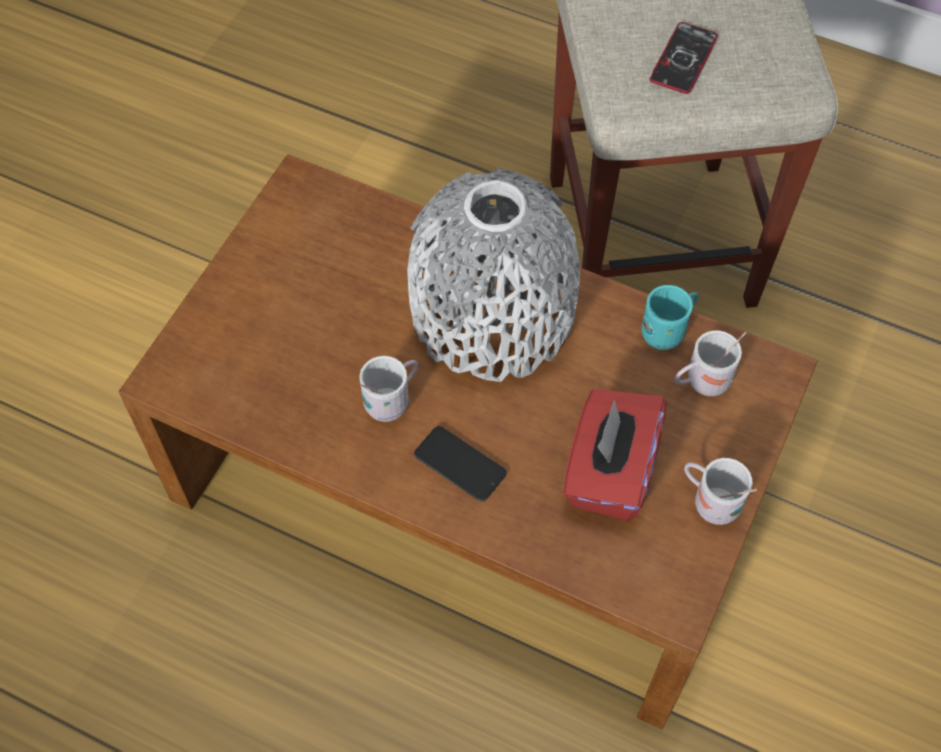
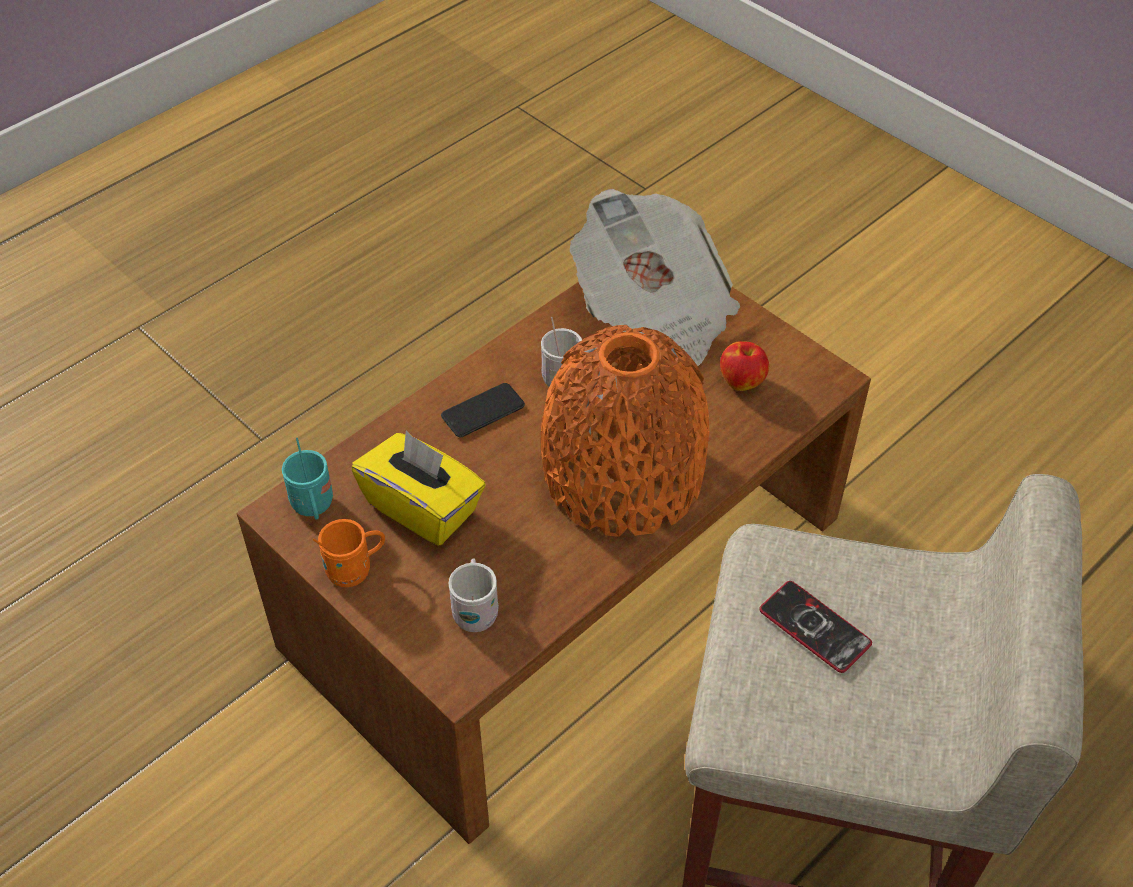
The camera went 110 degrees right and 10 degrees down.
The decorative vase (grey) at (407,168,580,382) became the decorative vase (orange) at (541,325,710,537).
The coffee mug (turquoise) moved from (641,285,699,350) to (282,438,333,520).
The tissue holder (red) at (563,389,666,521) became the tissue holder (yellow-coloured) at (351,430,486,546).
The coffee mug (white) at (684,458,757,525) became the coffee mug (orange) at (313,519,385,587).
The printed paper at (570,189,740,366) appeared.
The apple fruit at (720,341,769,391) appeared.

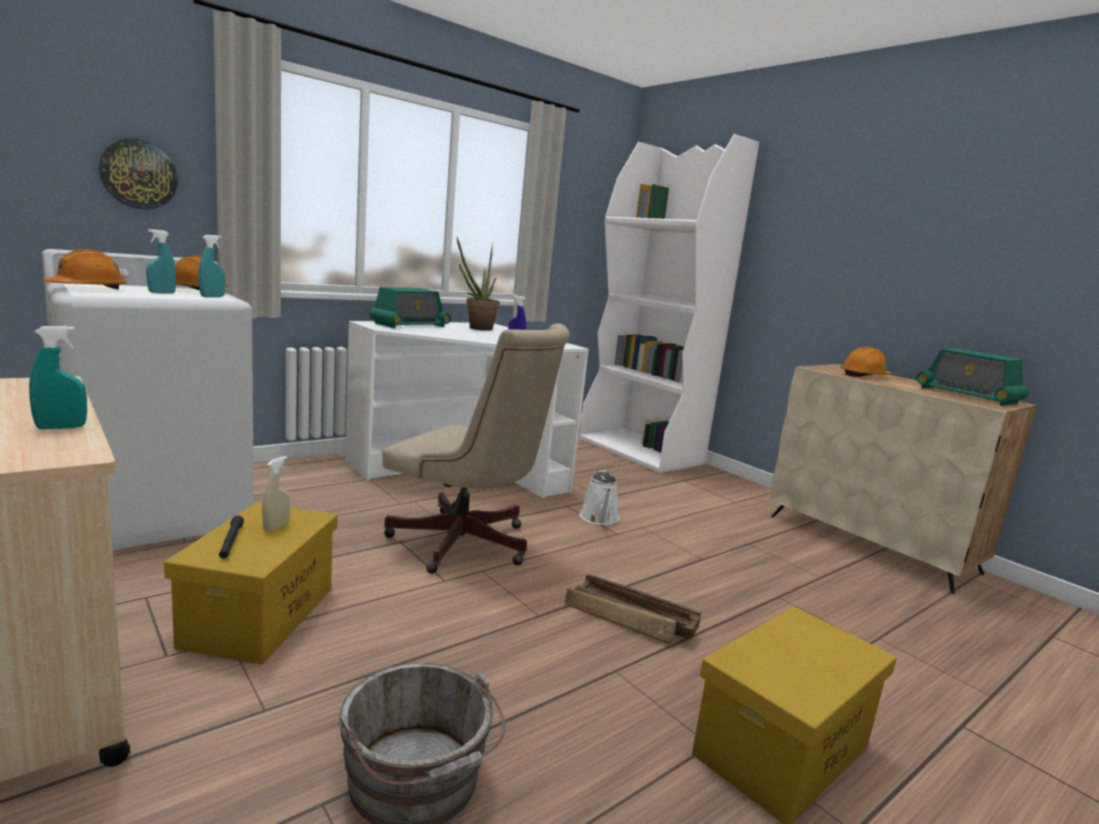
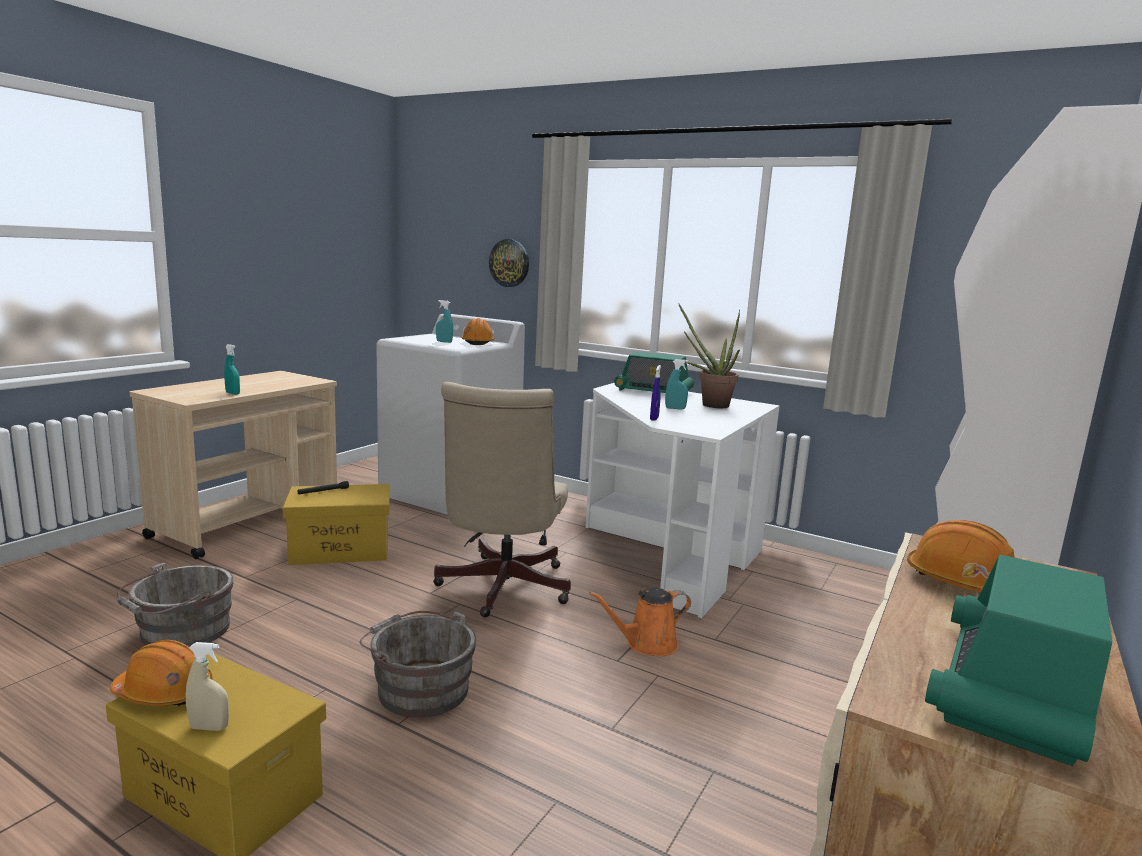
The camera went 70 degrees right and 0 degrees up.
The spray bottle (turquoise) moved from (199,235,226,297) to (665,359,688,410).
The hard hat (orange) moved from (43,249,127,290) to (110,640,213,706).
The spray bottle (beige-coloured) moved from (262,456,290,532) to (186,642,229,731).
The sprinkling can (white) at (580,470,620,525) became the sprinkling can (orange) at (589,588,691,656).
The crate at (565,574,701,645) was replaced by the pail (grey) at (360,611,476,718).

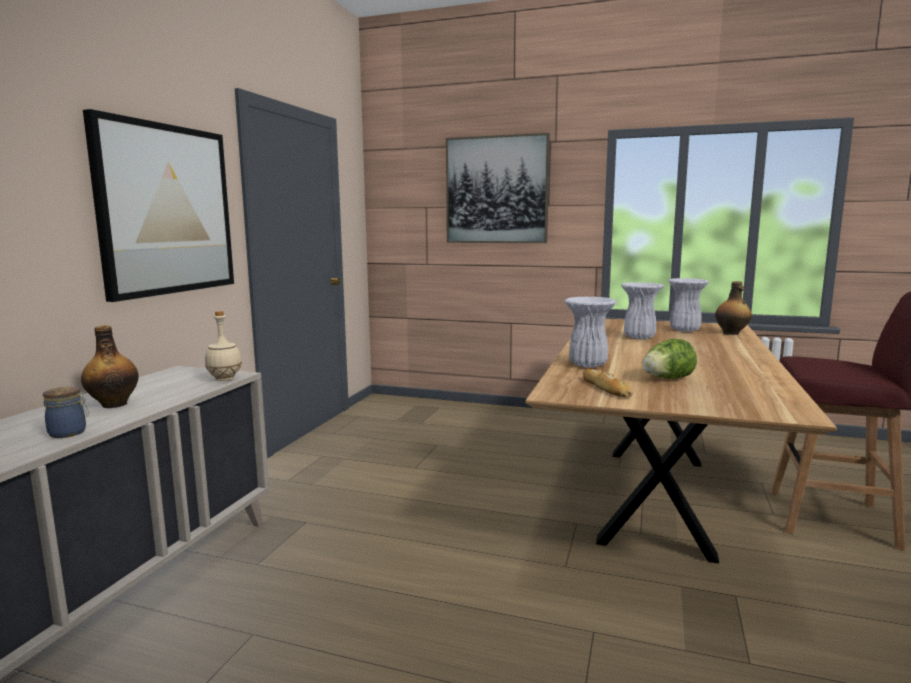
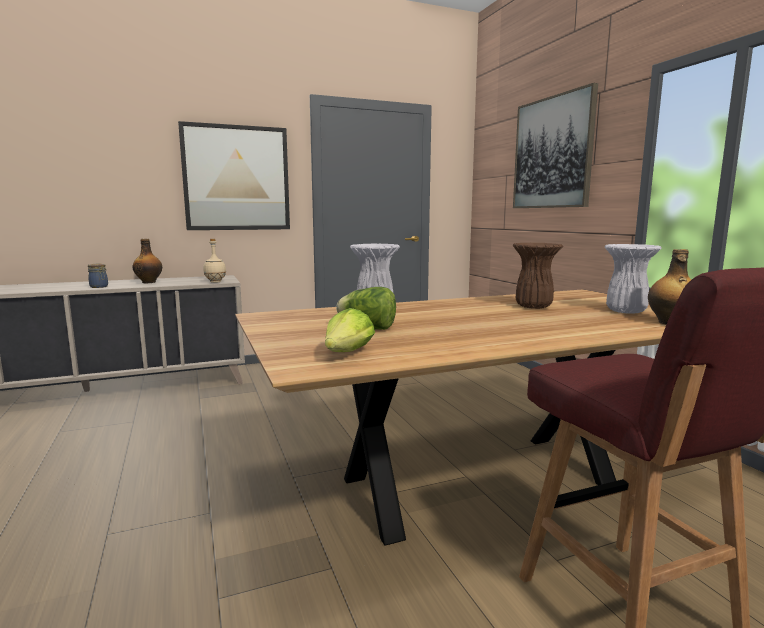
The camera went 50 degrees right and 0 degrees up.
The decorative vase (white) at (621,282,664,339) became the decorative vase (brown-coloured) at (513,243,563,309).
The baked bread at (583,369,633,398) disappeared.
The head of lettuce at (325,308,375,352) appeared.

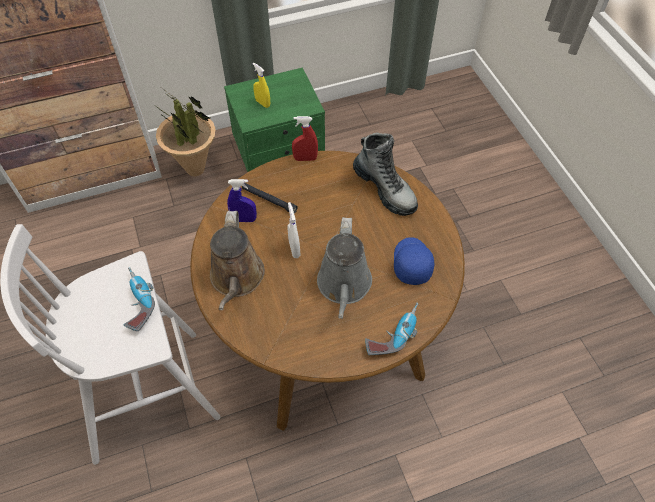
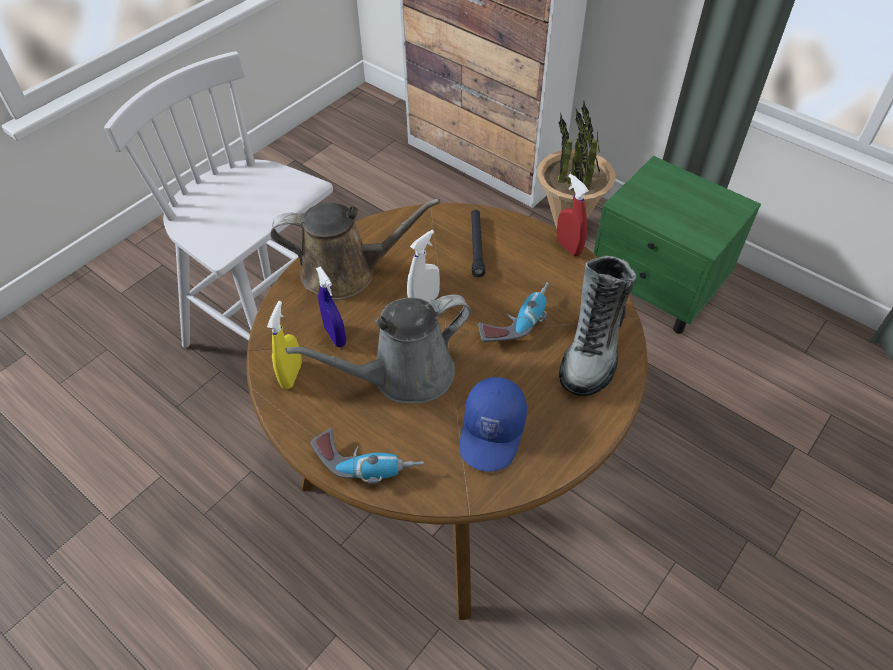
The camera went 60 degrees right and 5 degrees down.
The spray bottle (yellow-coloured) moved from (252,63,270,108) to (267,301,302,389).
The spray bottle (bluish) moved from (227,179,257,222) to (316,266,346,347).
The sprinkling can (brown-coloured) at (210,211,265,310) turned 150 degrees counterclockwise.
The peaked cap (bluish) at (394,237,434,285) turned 135 degrees clockwise.
The power drill moved from (123,267,155,331) to (479,282,549,342).

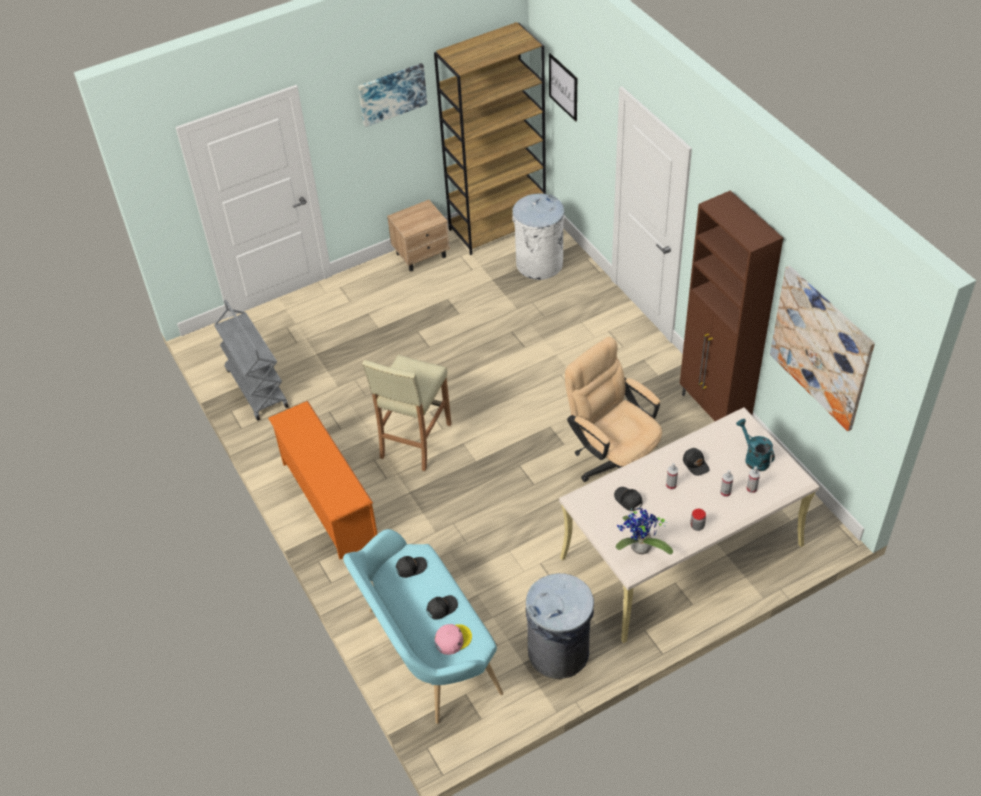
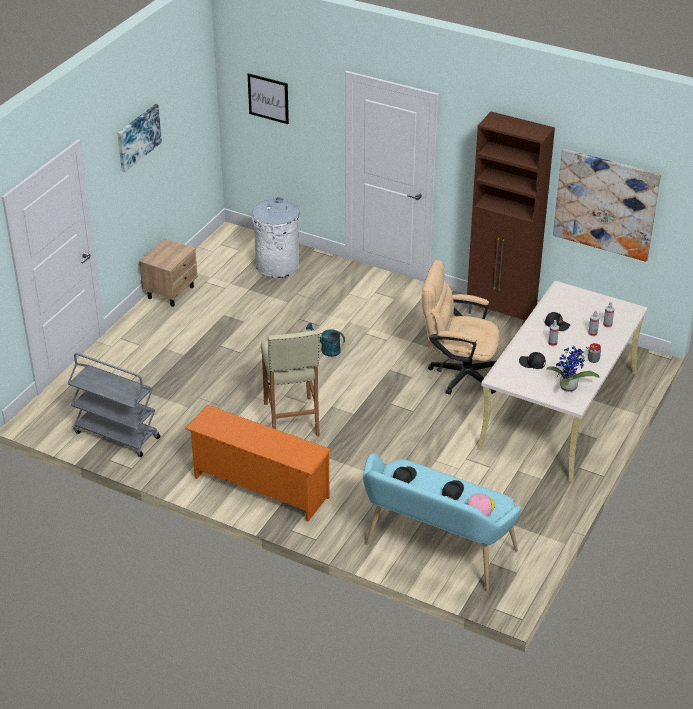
The camera went 35 degrees left and 10 degrees down.
The bookcase (brown-coloured) at (434,22,546,255) disappeared.
The sprinkling can (turquoise) moved from (736,419,775,471) to (306,323,345,357).
The trash can (grey) at (526,573,594,679) disappeared.

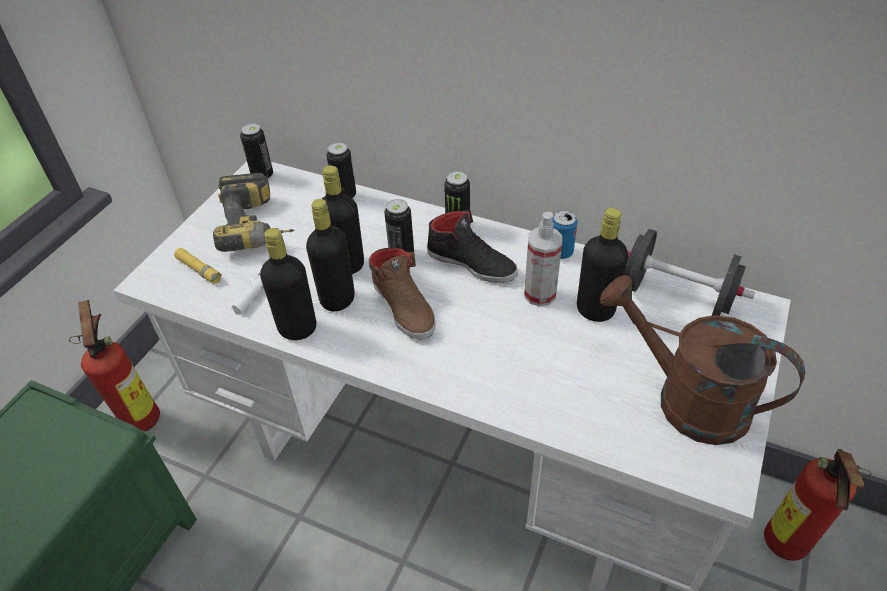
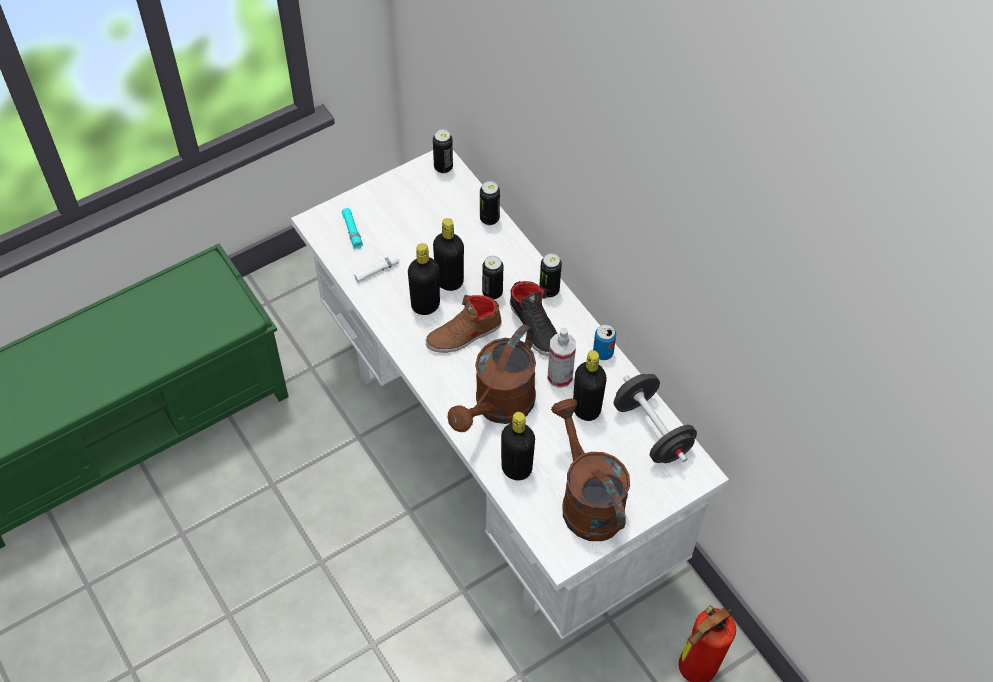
The camera went 30 degrees right and 10 degrees up.
The power drill at (213,173,294,252) disappeared.
The drink bottle (blackish) moved from (260,228,316,340) to (501,412,535,480).
The torch (yellow-coloured) at (174,248,222,284) became the torch (turquoise) at (342,208,363,249).
The low shoe (brown-coloured) at (369,248,435,340) turned 60 degrees clockwise.
The fire extinguisher at (69,300,160,432) disappeared.
The sprinkling can (brown-coloured) at (448,324,536,432) appeared.

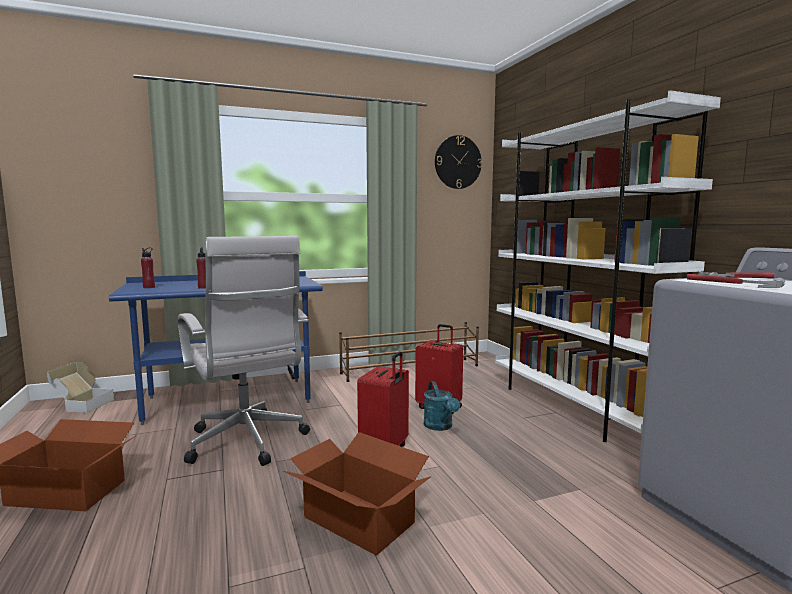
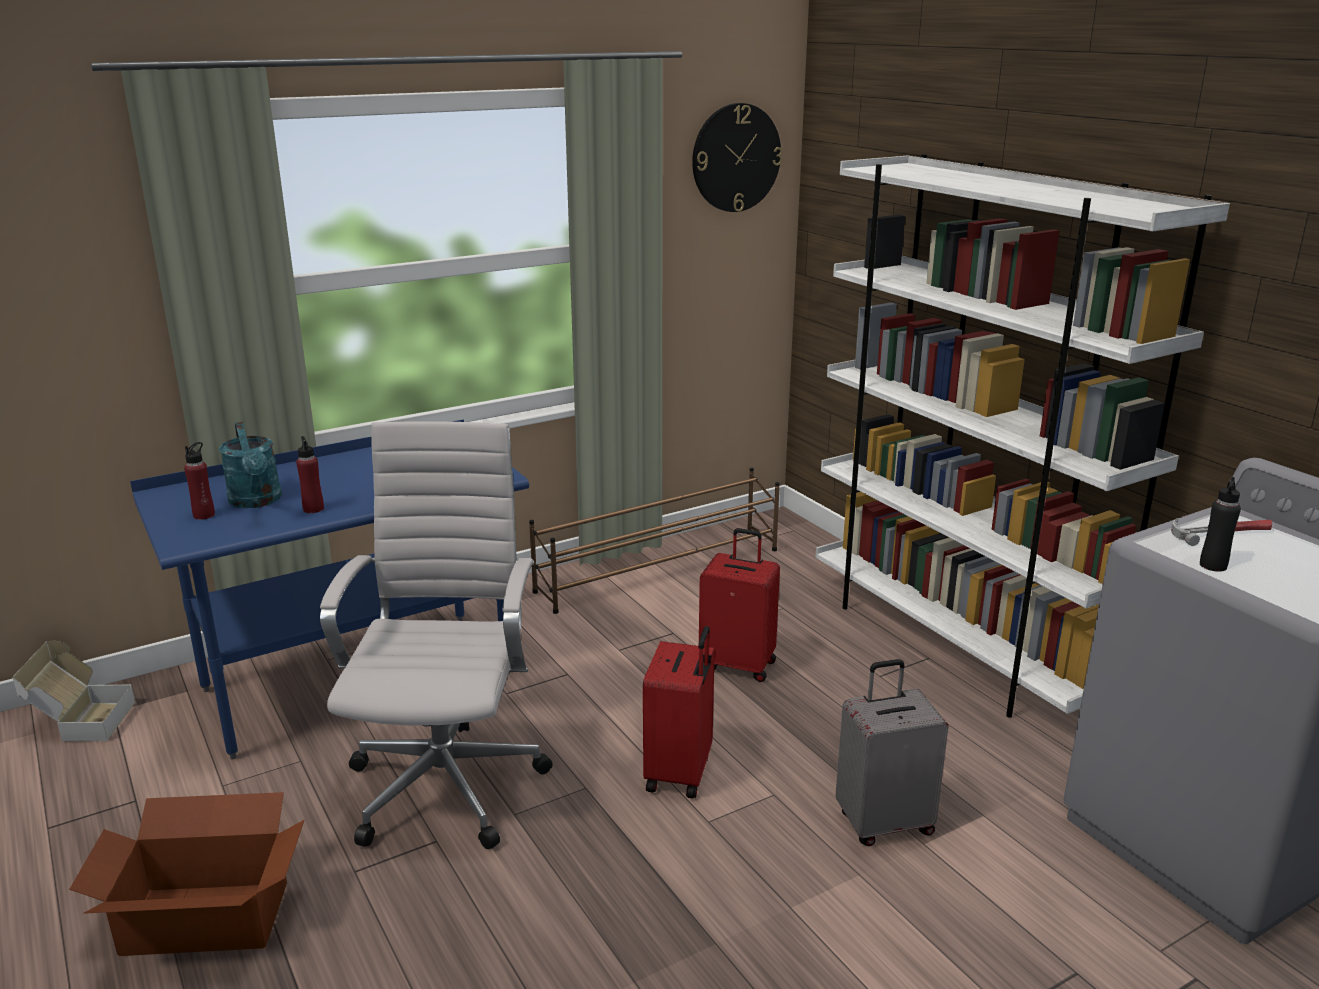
The camera went 10 degrees left and 15 degrees up.
The computer chair (white) at (178,236,310,466) turned 135 degrees counterclockwise.
The tool hammer at (687,274,785,288) was replaced by the drink bottle (blackish) at (1200,477,1241,572).
The sprinkling can (turquoise) moved from (424,381,460,431) to (219,422,282,508).
The packing box at (283,432,430,555) disappeared.
The travel case (grey) at (835,659,949,846) appeared.

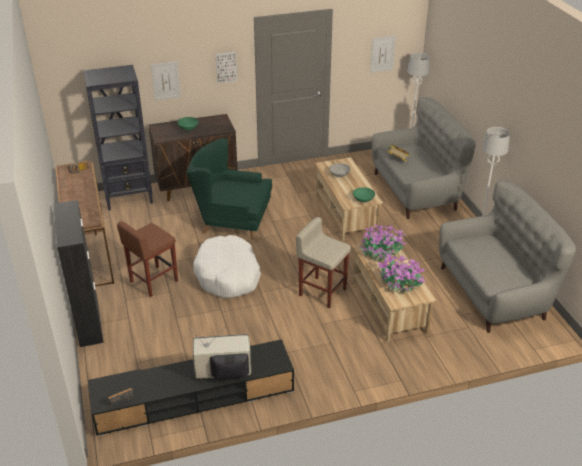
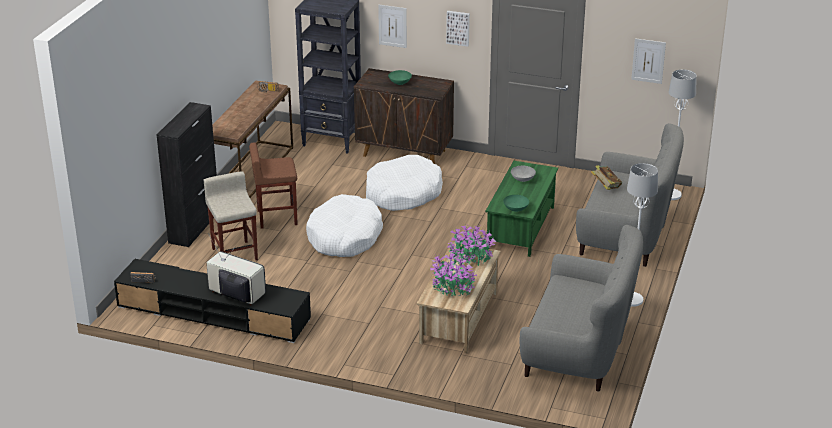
The camera went 35 degrees right and 5 degrees down.
The armchair (greenish) at (187,138,272,239) was replaced by the dog cushion (white) at (366,155,443,211).
The low table (beige-coloured) at (315,157,383,241) became the low table (greenish) at (486,161,558,257).
The stool (beige-coloured) moved from (296,217,351,308) to (204,172,258,260).

